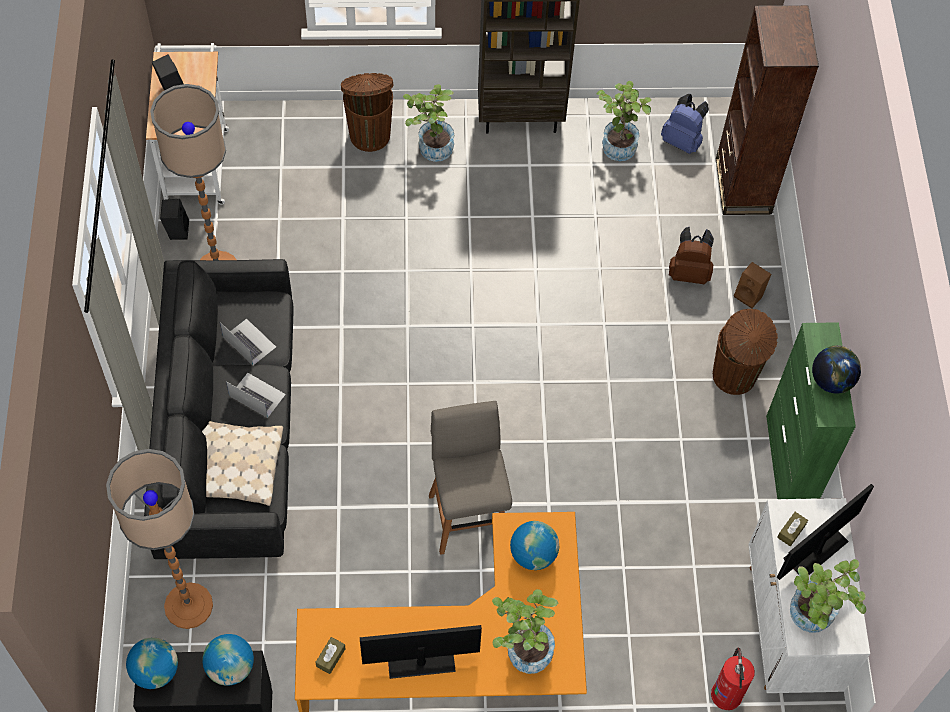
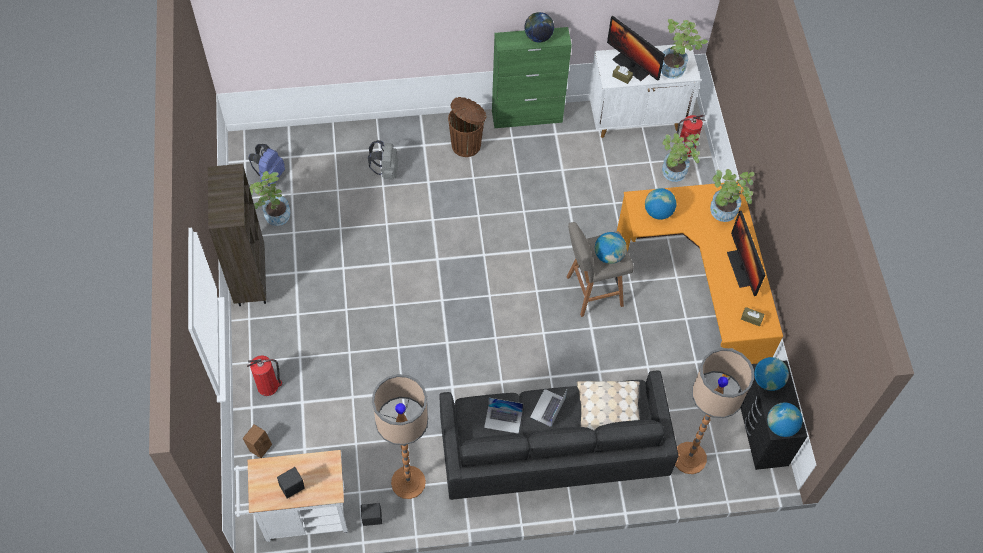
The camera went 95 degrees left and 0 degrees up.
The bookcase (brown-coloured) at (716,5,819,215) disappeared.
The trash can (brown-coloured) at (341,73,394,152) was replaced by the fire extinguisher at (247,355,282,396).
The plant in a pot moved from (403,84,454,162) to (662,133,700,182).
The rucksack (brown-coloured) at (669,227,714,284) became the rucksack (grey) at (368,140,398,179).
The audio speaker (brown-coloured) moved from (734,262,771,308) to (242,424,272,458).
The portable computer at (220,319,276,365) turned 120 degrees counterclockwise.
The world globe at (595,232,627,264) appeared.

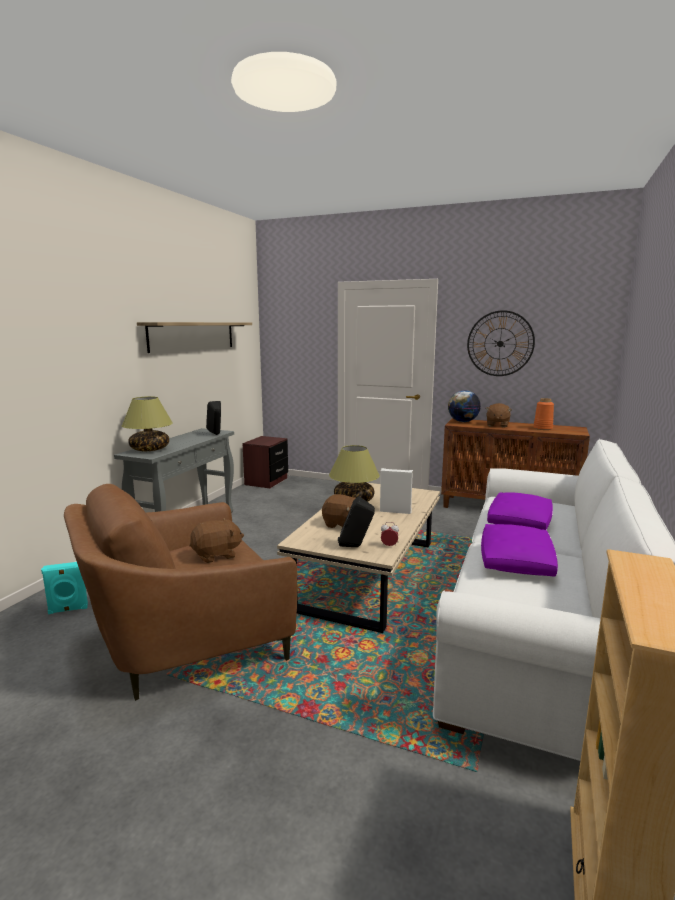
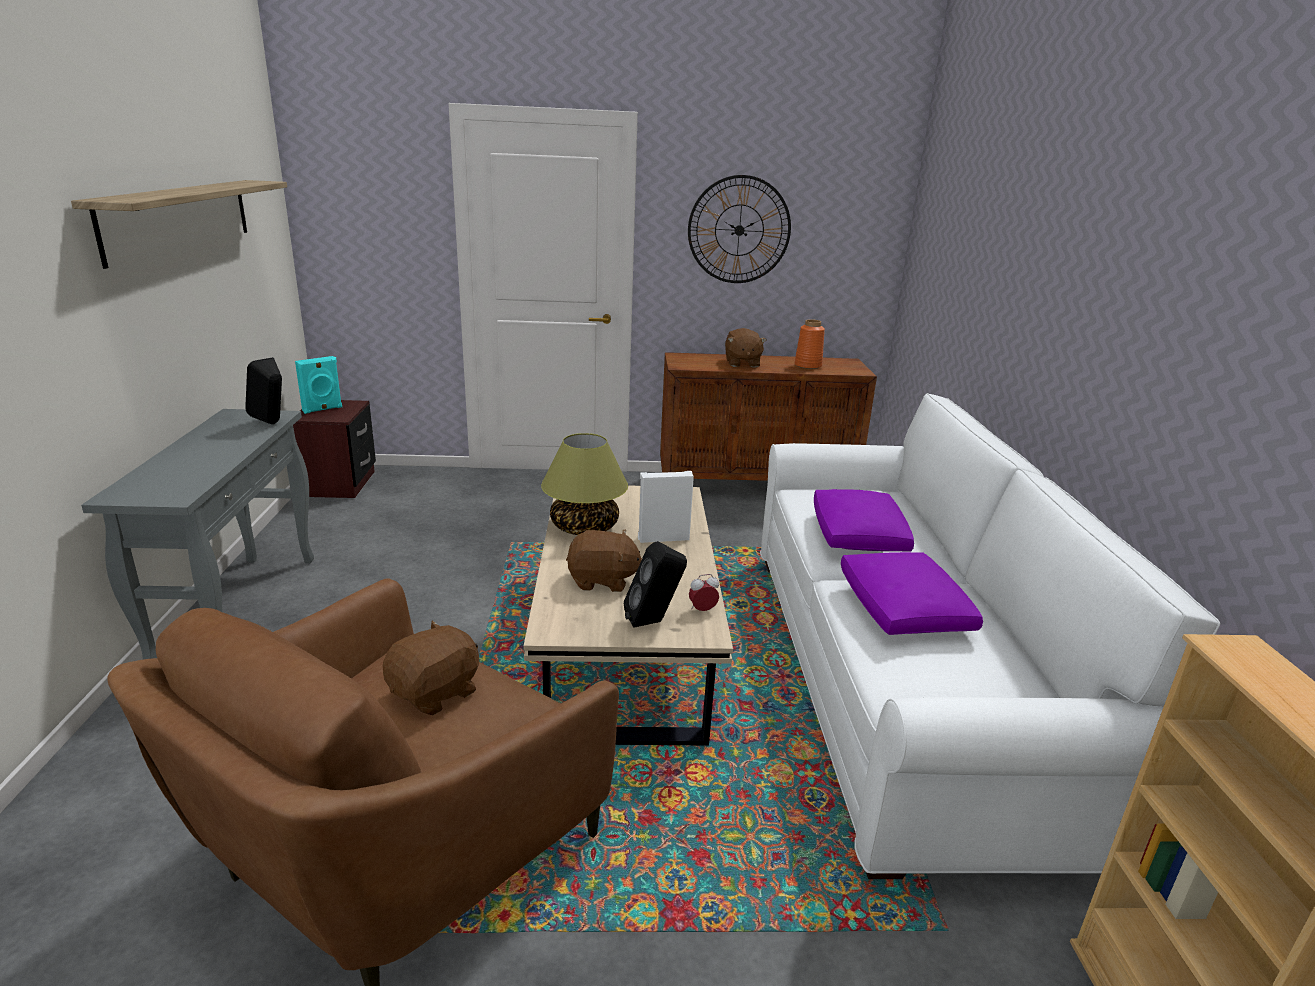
The camera went 25 degrees left and 10 degrees up.
The world globe at (448,390,481,422) disappeared.
The table lamp at (122,396,173,451) disappeared.
The audio speaker (turquoise) moved from (41,562,88,614) to (295,356,342,414).

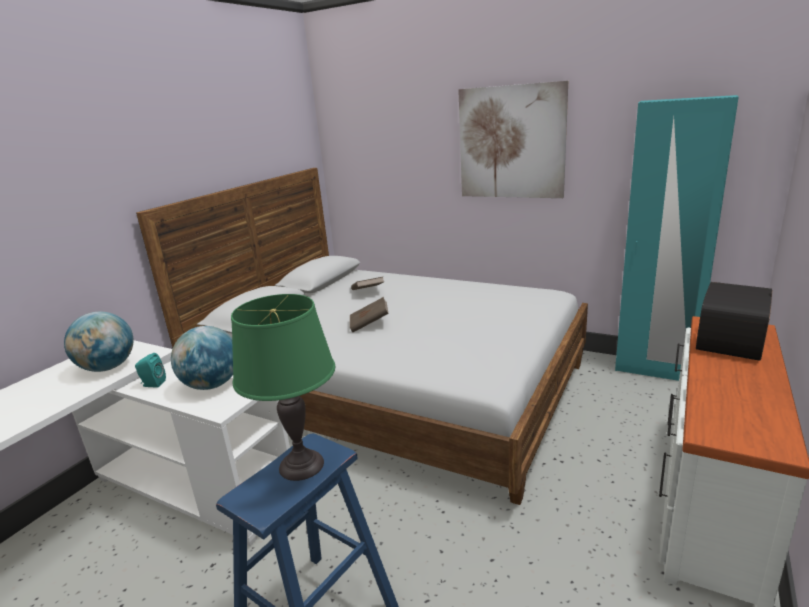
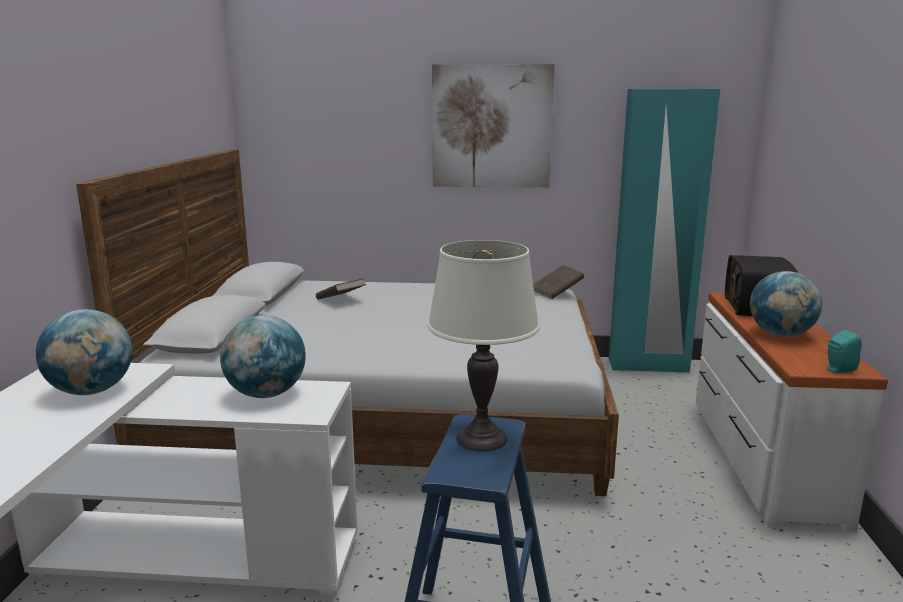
The camera went 25 degrees left and 5 degrees down.
The table lamp (greenish) at (231,294,335,481) became the table lamp (white) at (427,240,540,451).
The volume (brown-coloured) moved from (350,297,389,332) to (533,265,584,299).
The audio speaker (turquoise) moved from (135,353,166,388) to (827,330,862,373).
The world globe at (750,271,822,337) appeared.

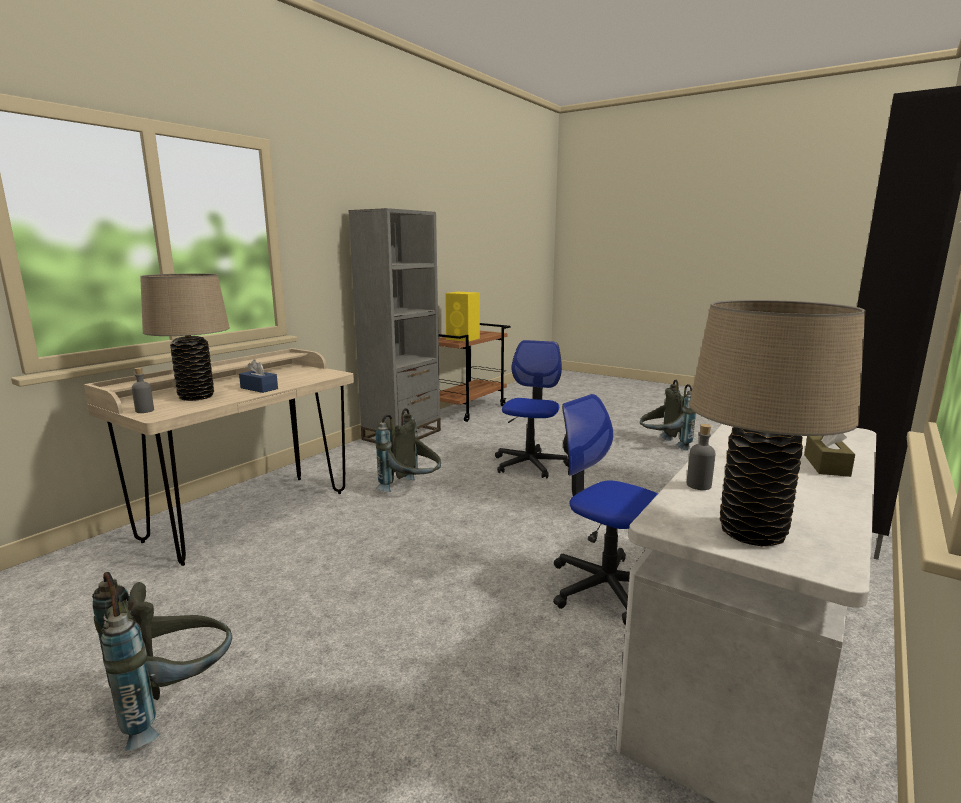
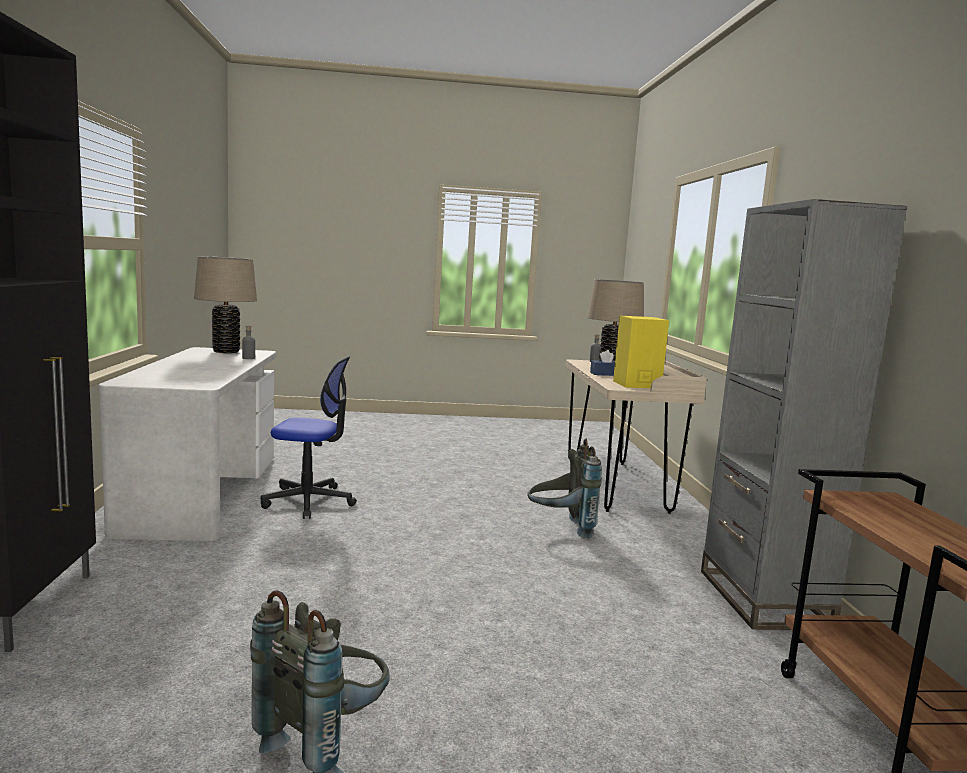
The camera went 140 degrees right and 5 degrees down.
The audio speaker (yellow-coloured) moved from (445,292,480,341) to (613,316,669,388).
The computer chair at (495,340,568,479) disappeared.
The tissue holder (brown-coloured) at (804,434,855,477) disappeared.
The rucksack (grey) at (92,572,232,751) disappeared.

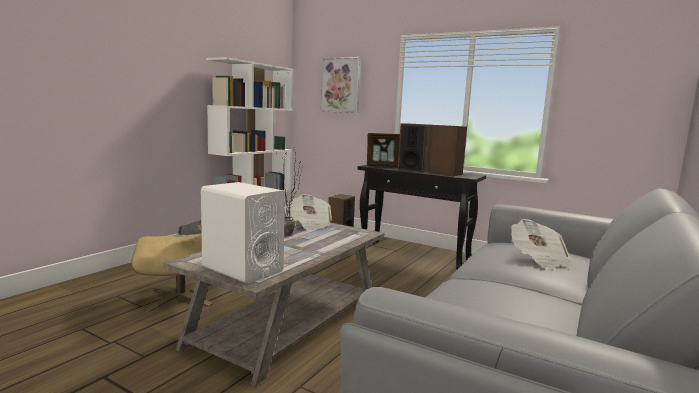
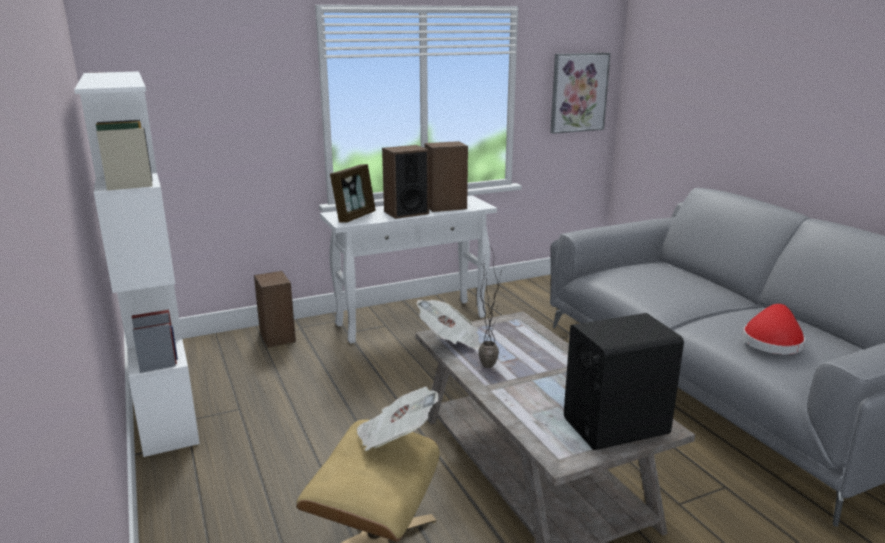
The camera went 55 degrees left and 10 degrees up.
The picture moved from (320,57,361,113) to (550,53,610,134).
The hall table (blackish) at (357,165,486,269) became the hall table (white) at (320,196,497,343).
The audio speaker (white) at (201,182,285,284) became the audio speaker (blackish) at (564,313,684,450).
The printed paper at (511,219,570,269) disappeared.
The clothing hat (red) at (742,304,805,354) appeared.

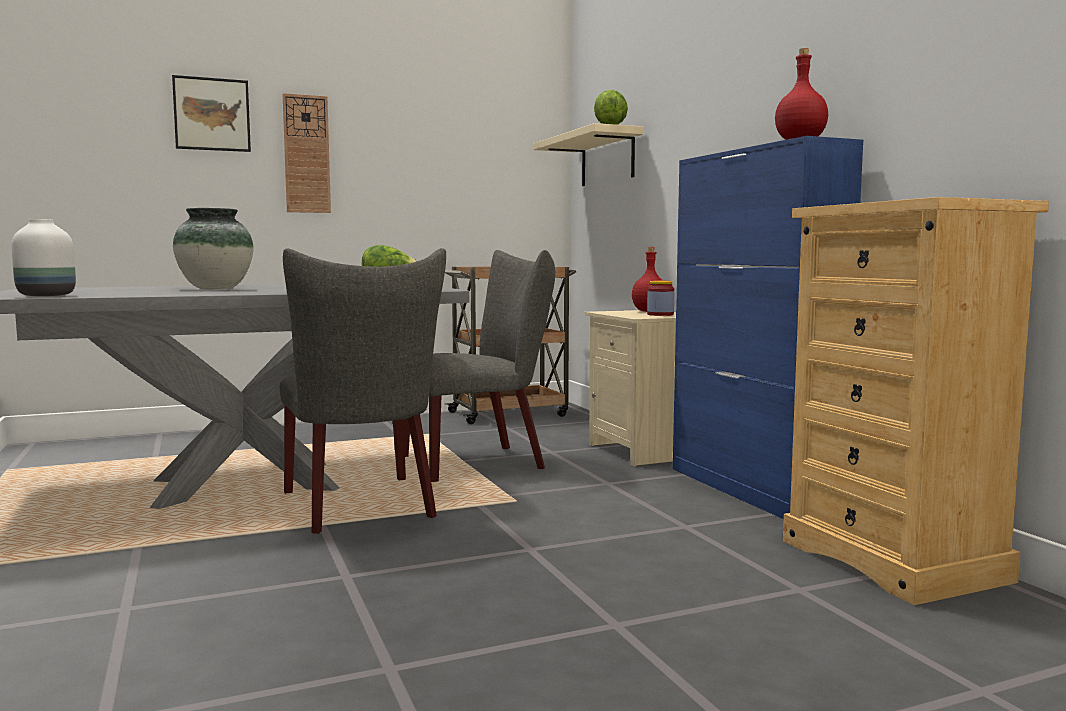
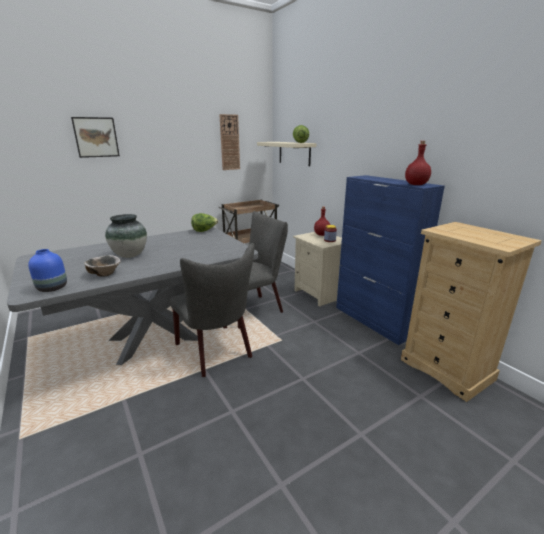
The camera went 10 degrees left and 15 degrees up.
The hanging clock moved from (283,93,331,213) to (219,114,240,170).
The decorative vase (white) at (11,219,76,296) became the decorative vase (bluish) at (28,249,67,292).
The bowl at (84,255,121,277) appeared.

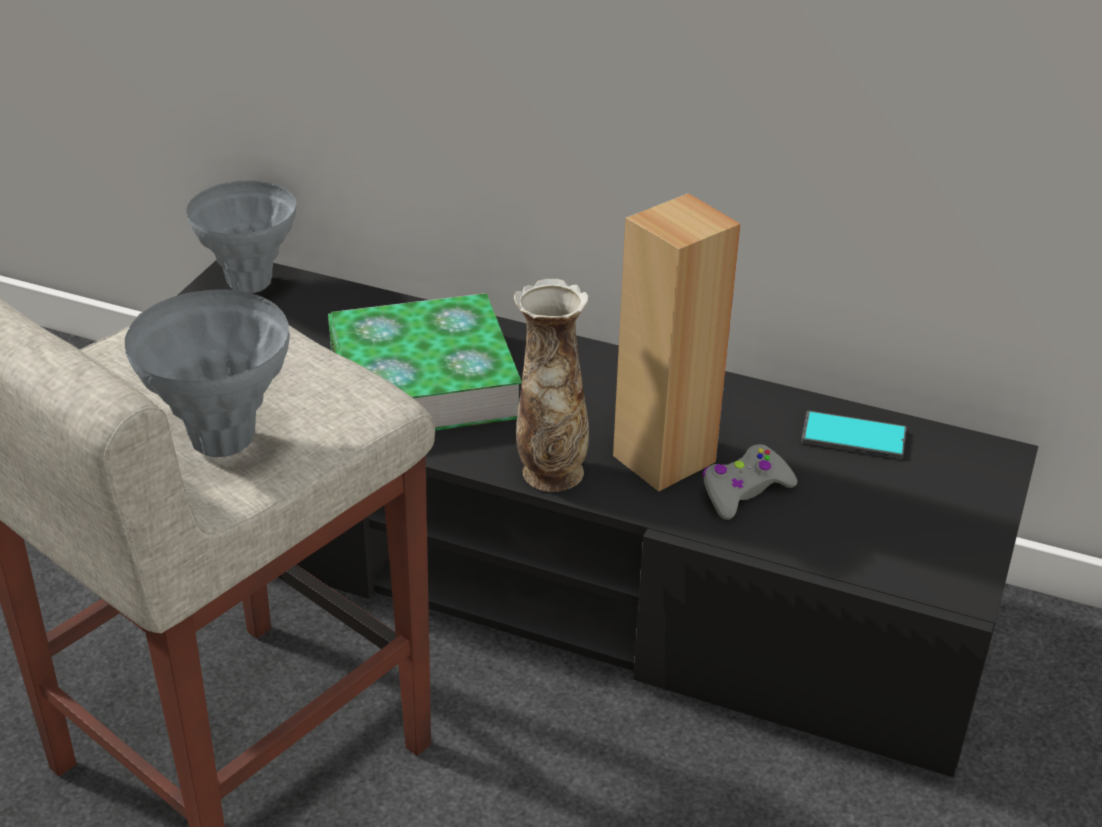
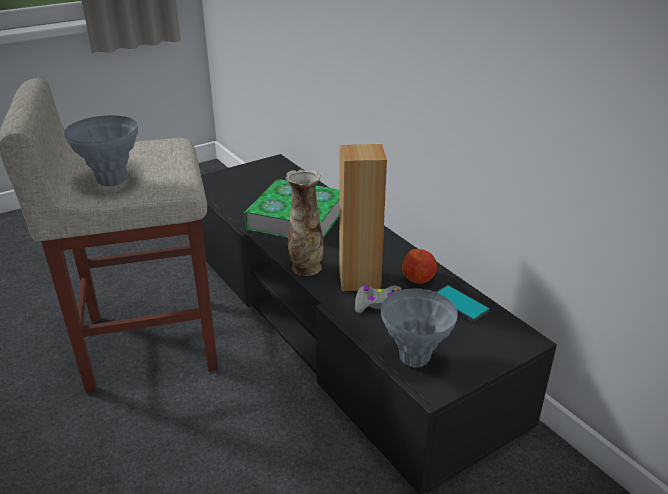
The camera went 35 degrees right and 5 degrees down.
The decorative vase (grey) moved from (187,181,296,293) to (381,288,458,368).
The apple fruit at (402,249,437,284) appeared.

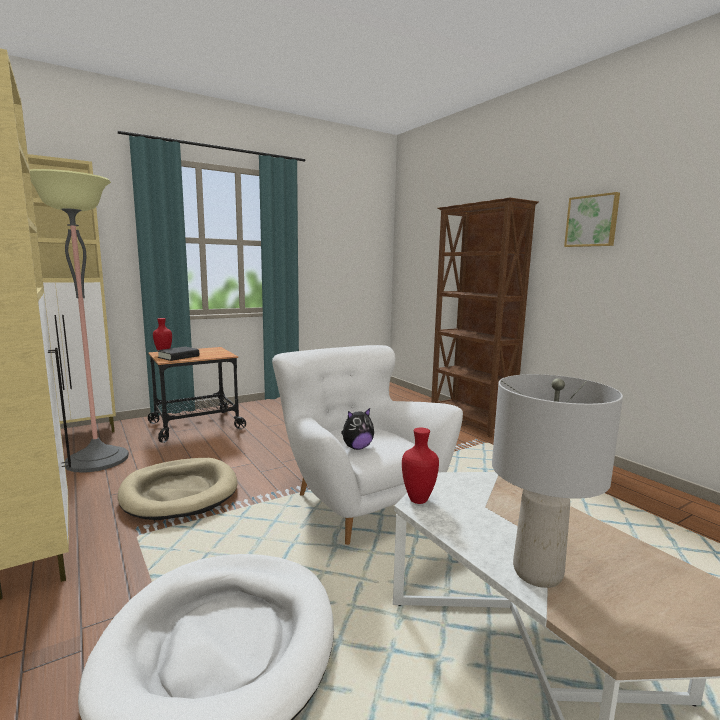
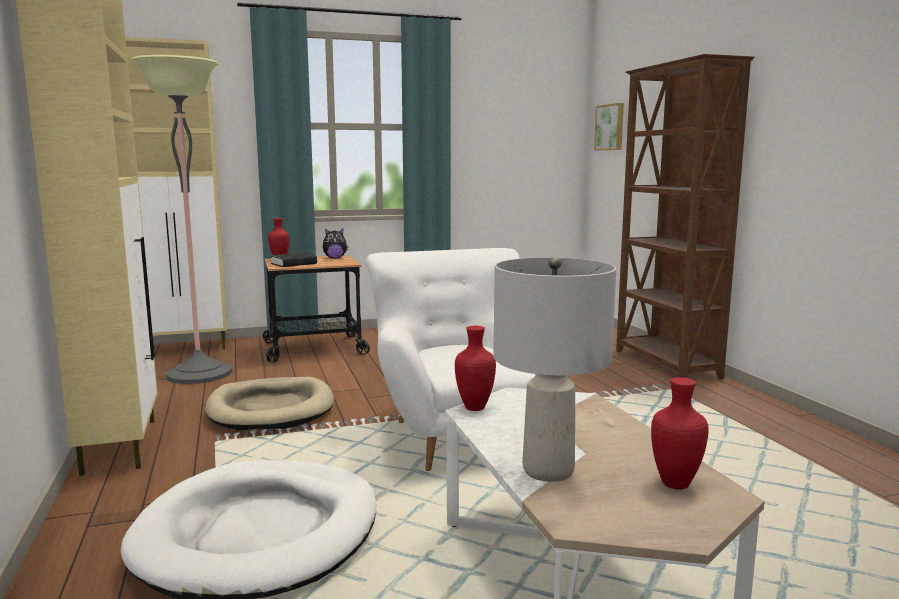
The camera went 15 degrees right and 0 degrees up.
The picture moved from (564,192,620,247) to (594,103,624,150).
The soft toy moved from (341,408,374,450) to (323,229,348,259).
The decorative vase (red) at (651,377,709,490) appeared.

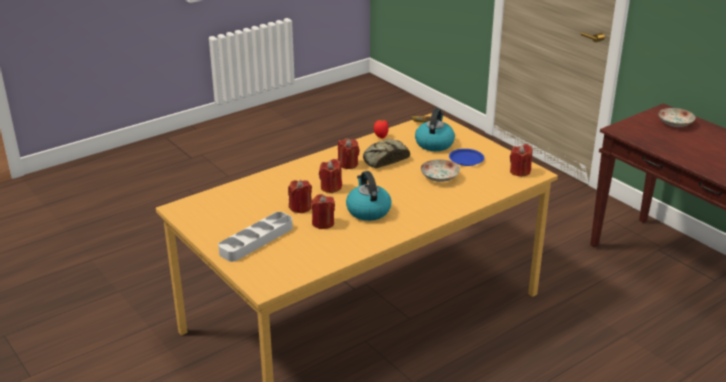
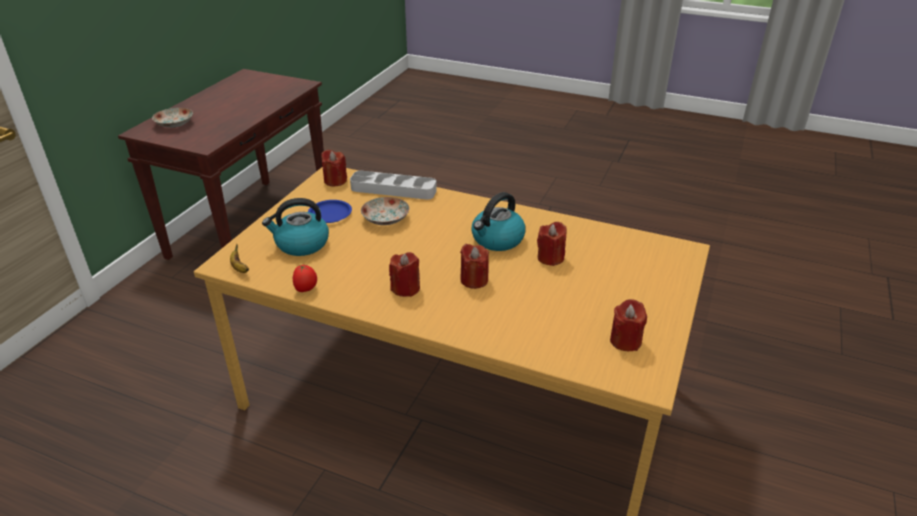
The camera went 120 degrees left and 5 degrees up.
The baked bread at (363,139,410,168) disappeared.
The wax candle (red) moved from (288,180,312,213) to (610,299,647,351).
The tray (grey) moved from (218,212,293,262) to (350,171,437,200).

